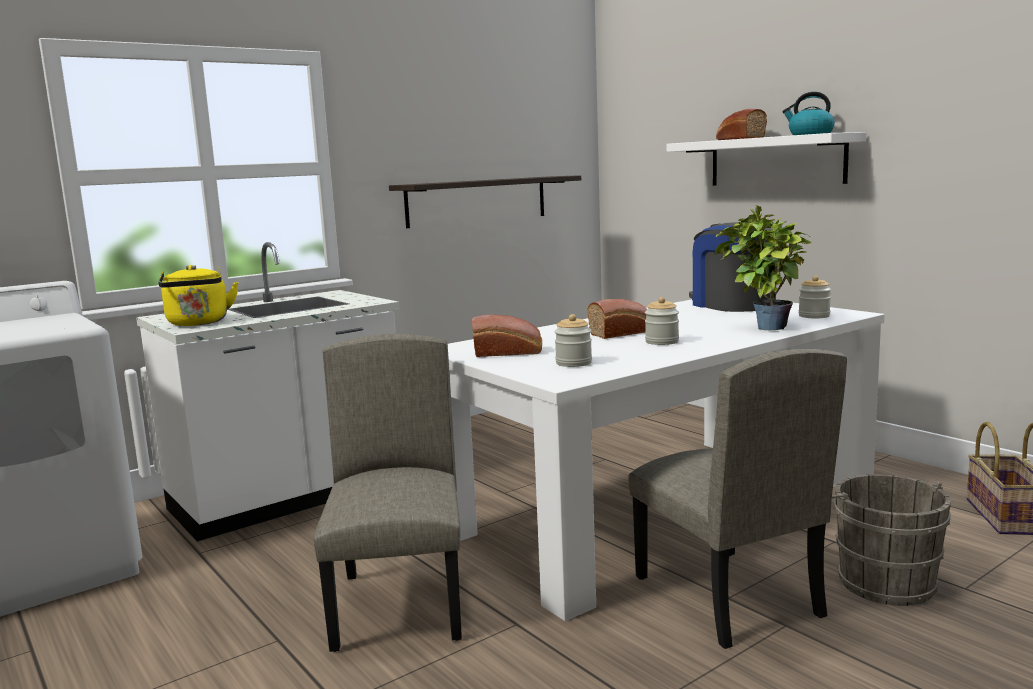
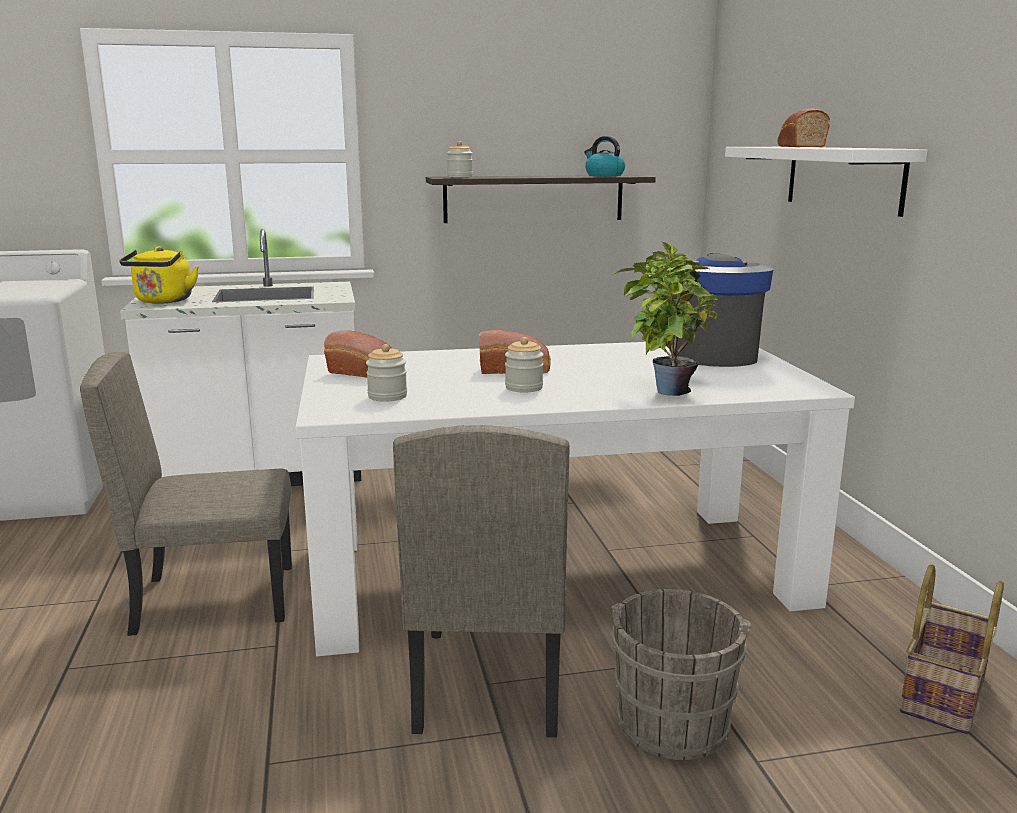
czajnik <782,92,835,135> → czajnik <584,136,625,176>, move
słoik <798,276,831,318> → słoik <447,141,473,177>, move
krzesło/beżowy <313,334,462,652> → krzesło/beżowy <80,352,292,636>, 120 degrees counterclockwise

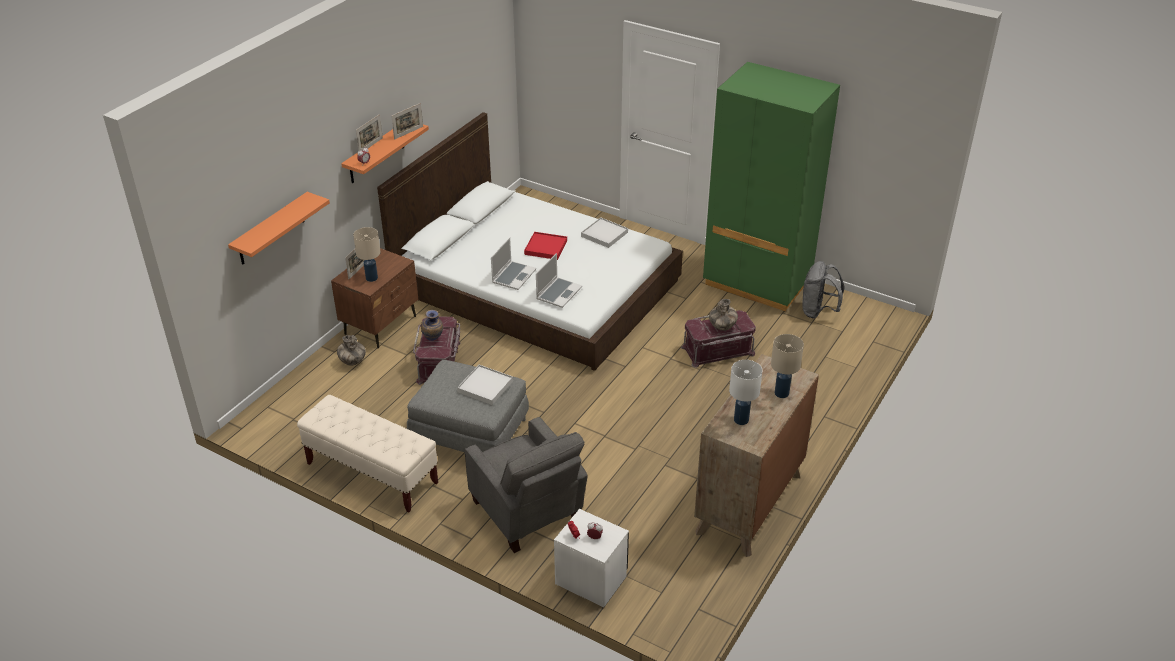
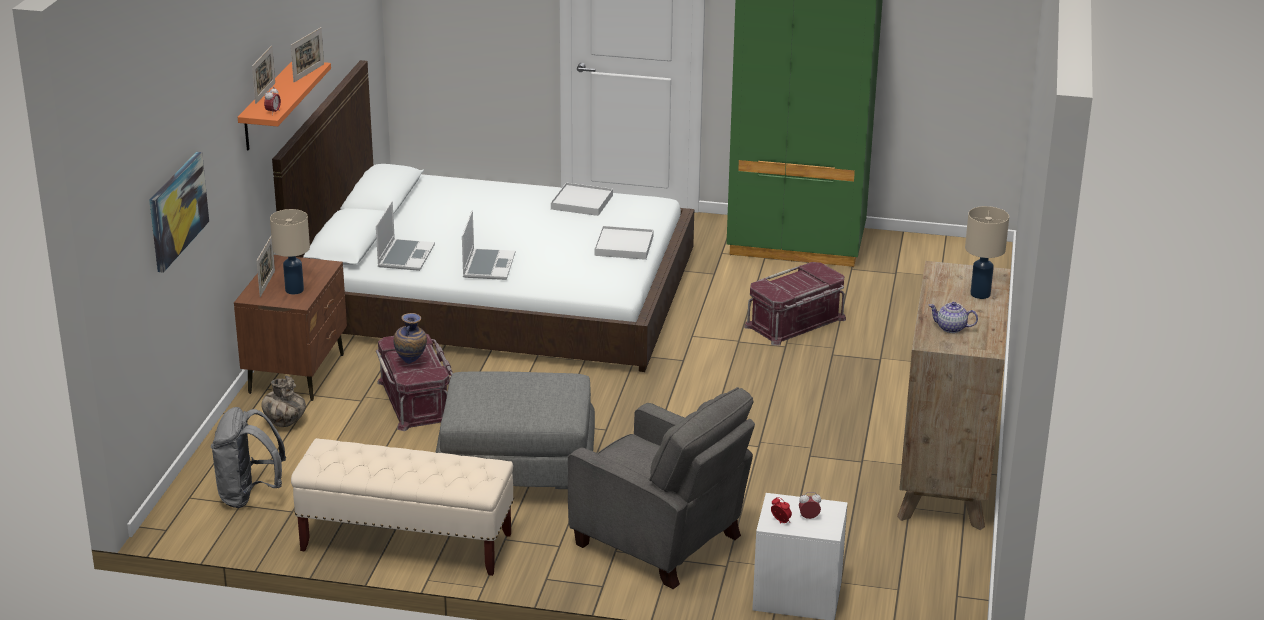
taca/czerwony <524,232,567,260> → -
wazon <709,299,738,331> → -
taca/biały <457,365,513,405> → taca/biały <594,226,653,260>, move
laptop <536,253,582,308> → laptop <376,201,435,271>, move
plecak/szary <802,261,844,318> → plecak/szary <211,407,286,508>, move
półka/pomarańczowy <228,192,330,265> → obraz <149,152,209,273>
lampa stołowa/biały <729,360,762,425> → imbryk <928,302,978,333>

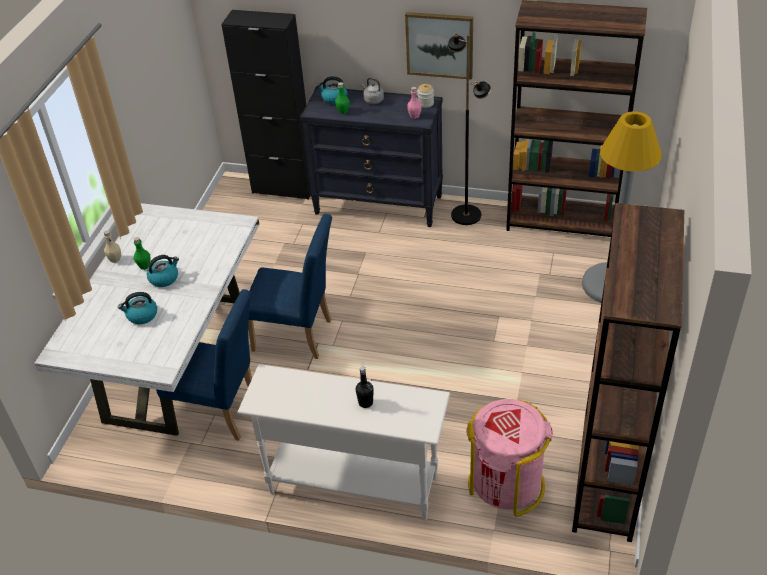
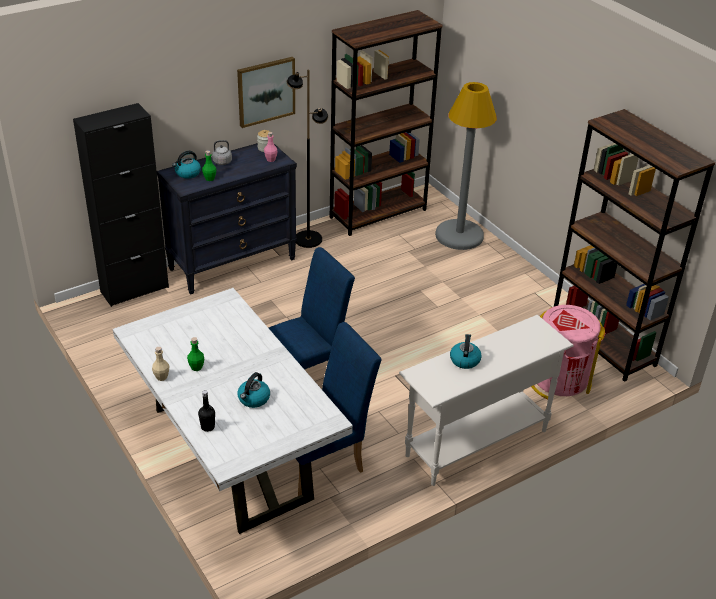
czajnik <147,255,179,287> → czajnik <450,334,482,369>, move
butelka/czarny <356,366,374,408> → butelka/czarny <198,390,215,432>, move

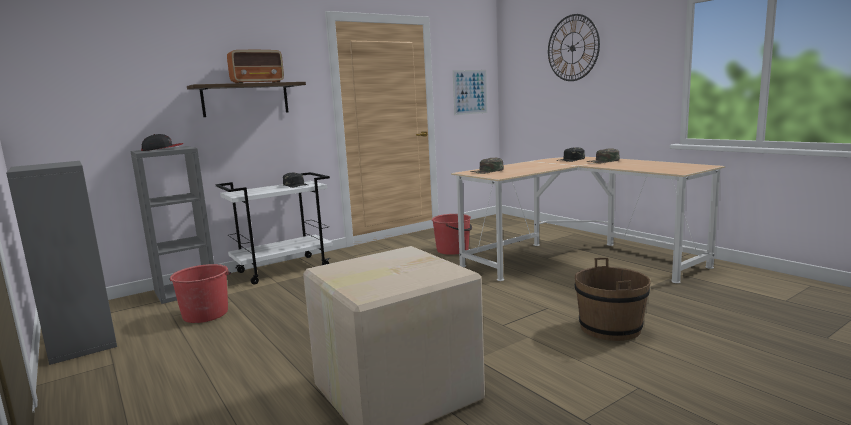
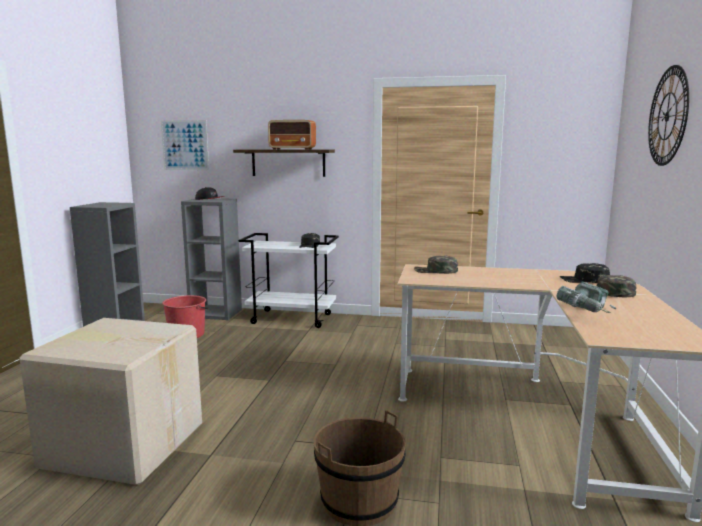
wiadro/czerwony <432,214,472,255> → -
- → wiertarka <556,282,616,313>
obraz <453,70,487,115> → obraz <161,120,209,170>, move

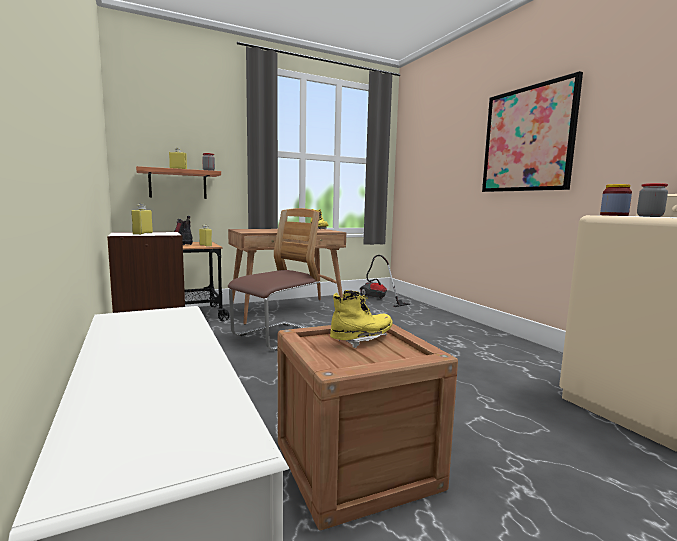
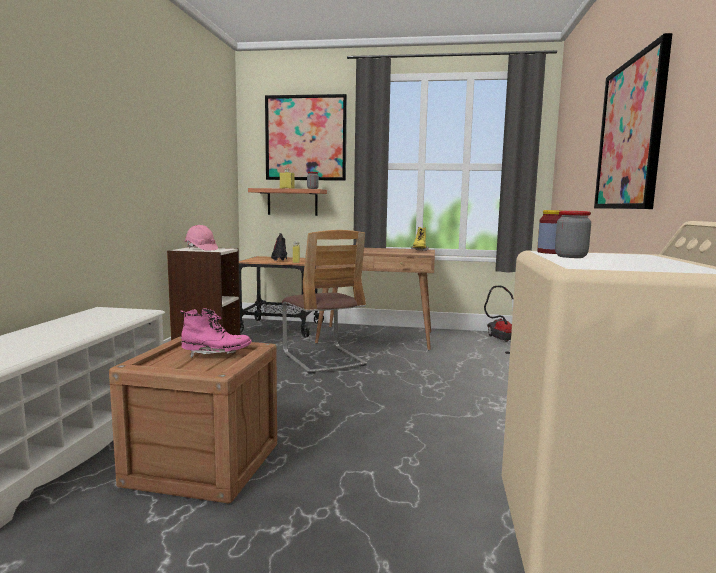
- → obraz <265,94,347,181>
butelka/żółty <131,204,153,235> → kask/różowy <184,225,218,251>
but z cholewką/żółty <330,290,393,348> → but z cholewką/różowy <180,308,252,358>
krzesło <228,208,320,351> → krzesło <282,230,367,374>, 75 degrees clockwise

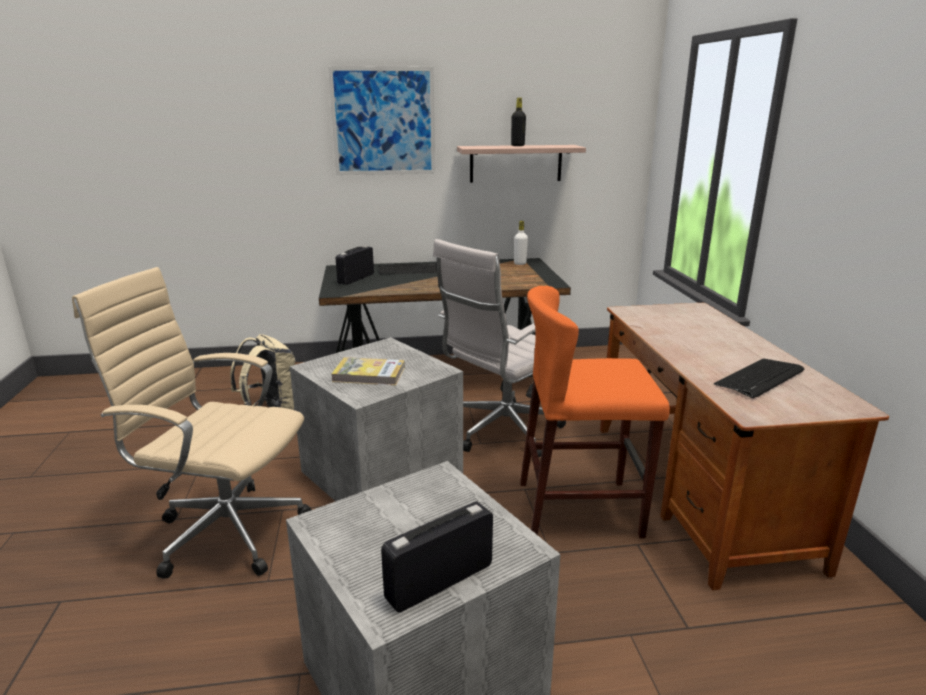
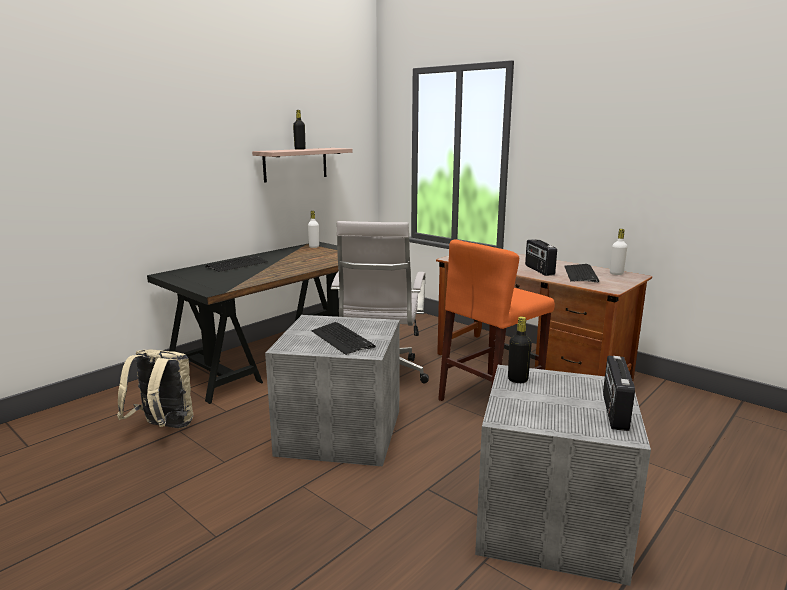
krzesło biurowe/beżowy <72,267,312,579> → -
obraz <328,66,435,175> → -
- → butelka/czarny <508,317,532,383>
- → butelka/biały <610,229,627,275>
radio <336,246,374,285> → radio <525,239,557,276>, move
książka <332,357,405,385> → klawiatura <311,322,376,355>

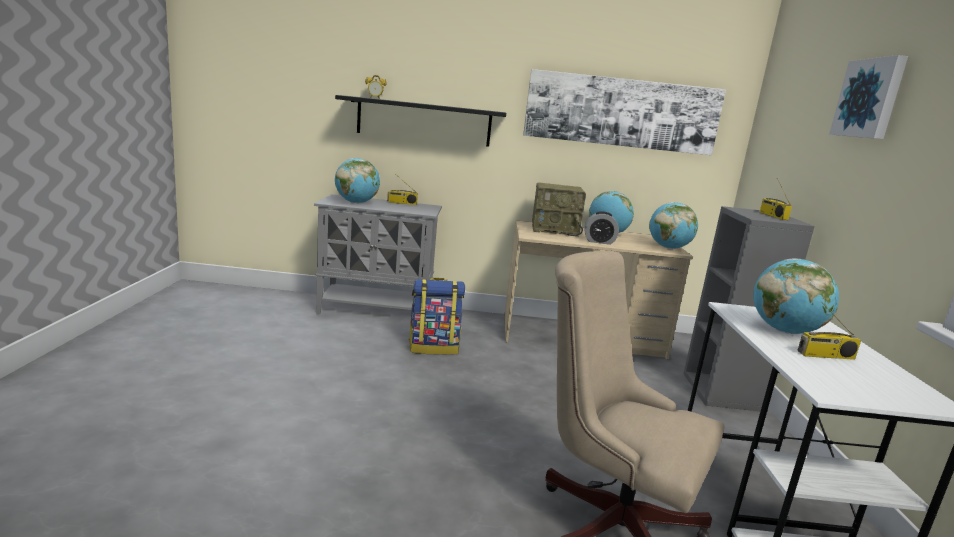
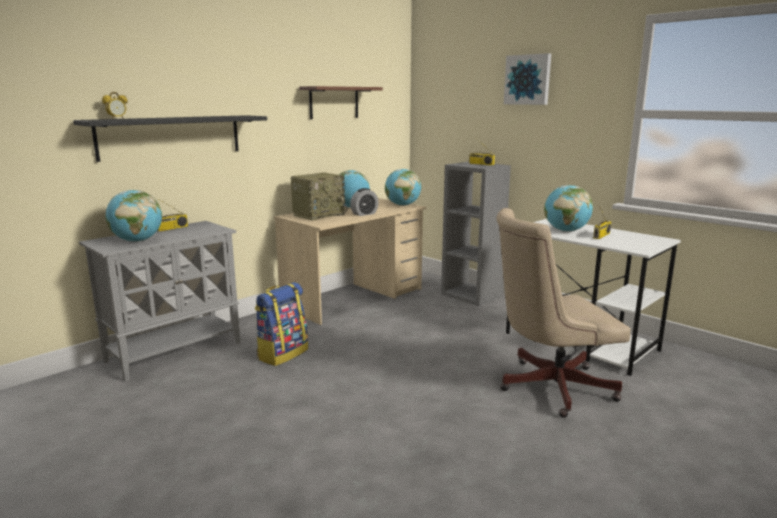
obraz <523,69,726,155> → półka/brązowy <299,86,383,120>

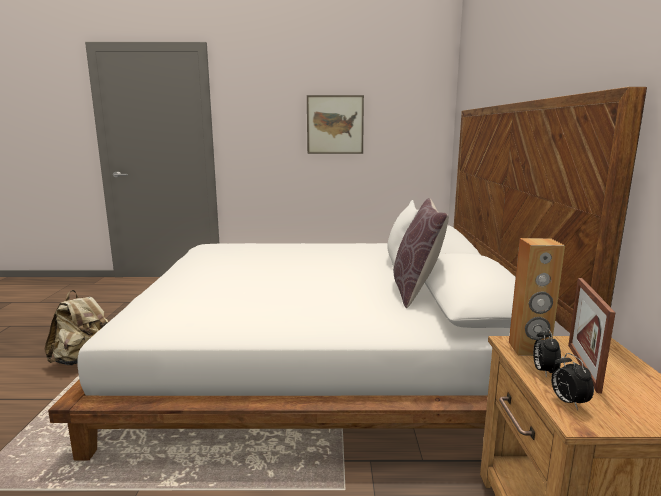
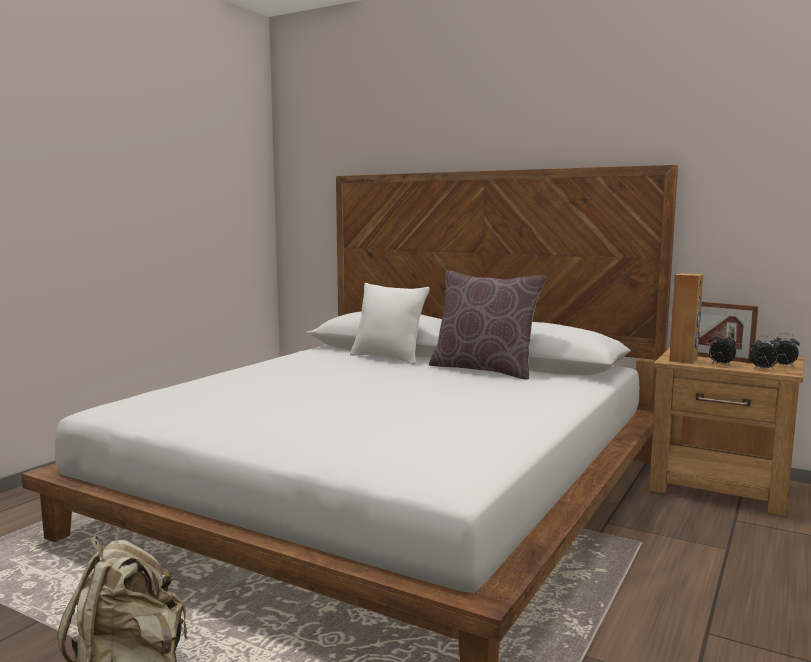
obraz <307,95,364,154> → -
- → budzik <771,333,800,367>

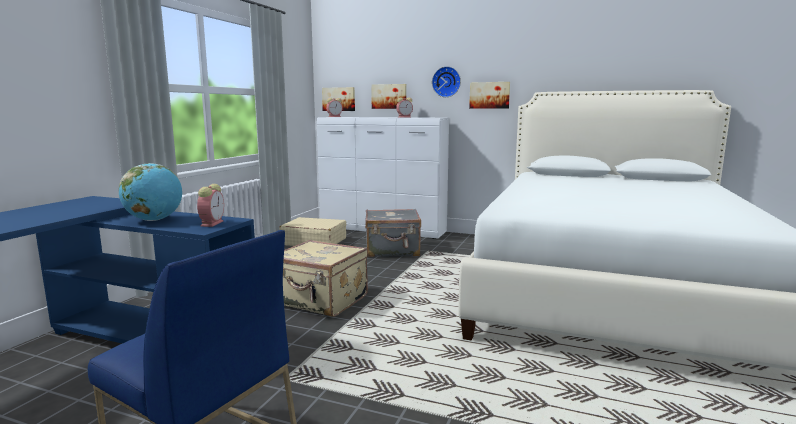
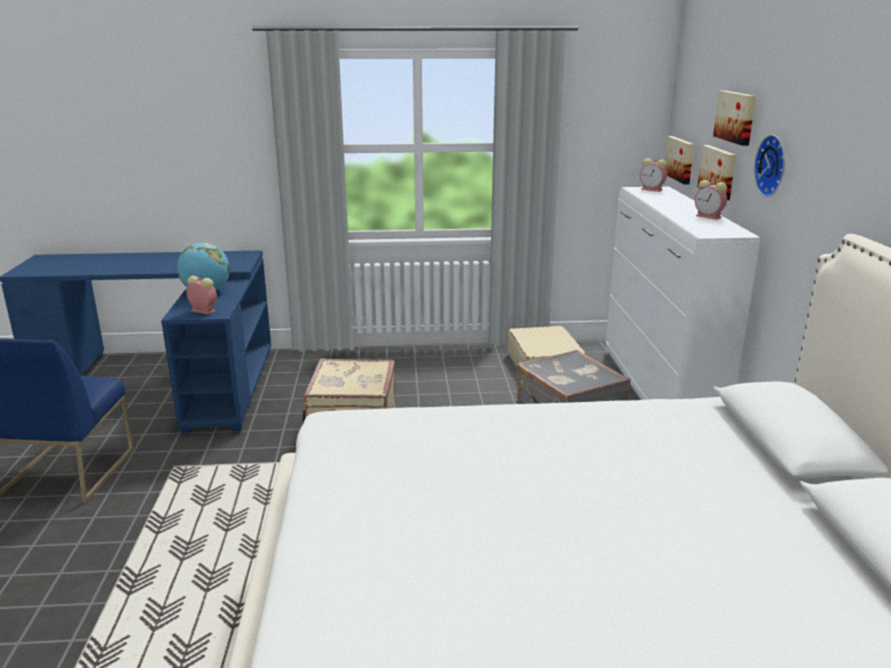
obraz <469,82,510,109> → obraz <713,90,756,146>, move
budzik <197,184,224,227> → budzik <187,276,217,315>, 135 degrees counterclockwise

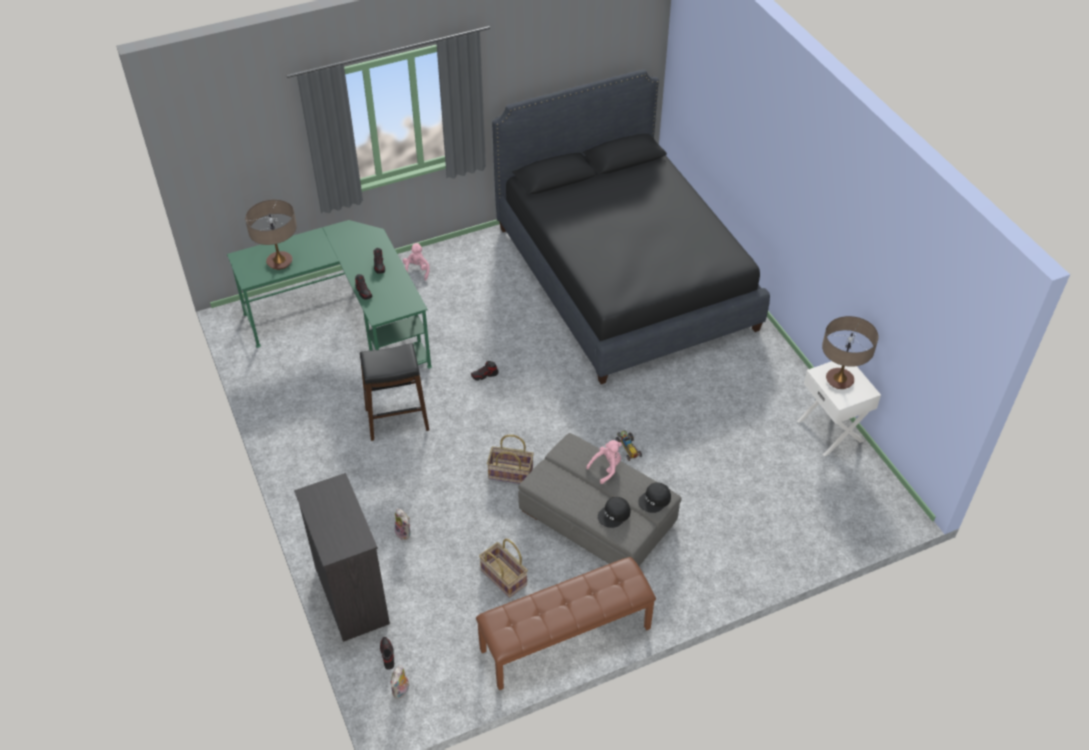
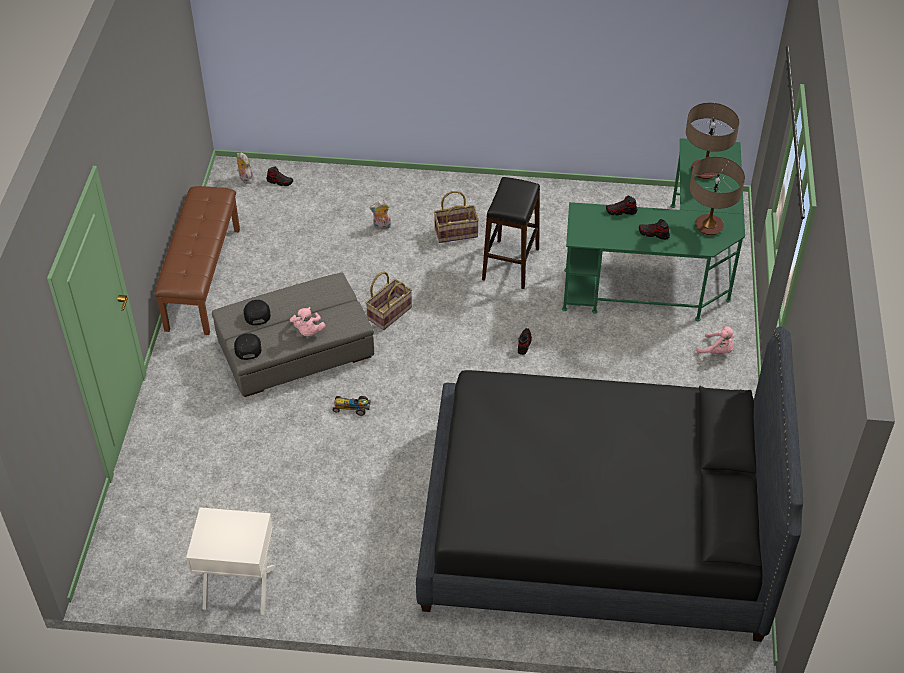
komoda/czarny <294,473,390,642> → -
koszyk <479,539,528,598> → koszyk <434,191,479,243>, move
lampa stołowa <822,316,879,389> → lampa stołowa <690,157,745,235>, move

